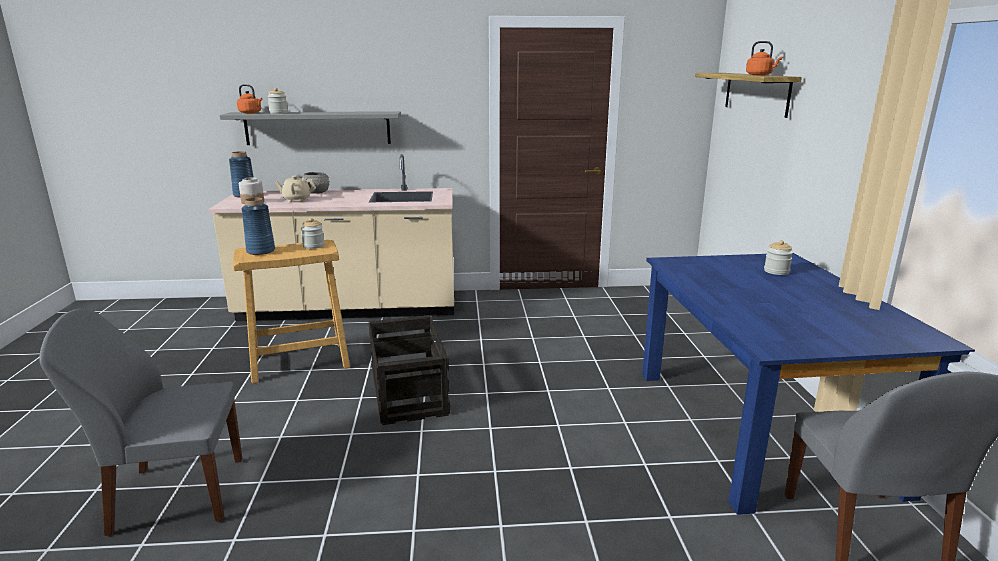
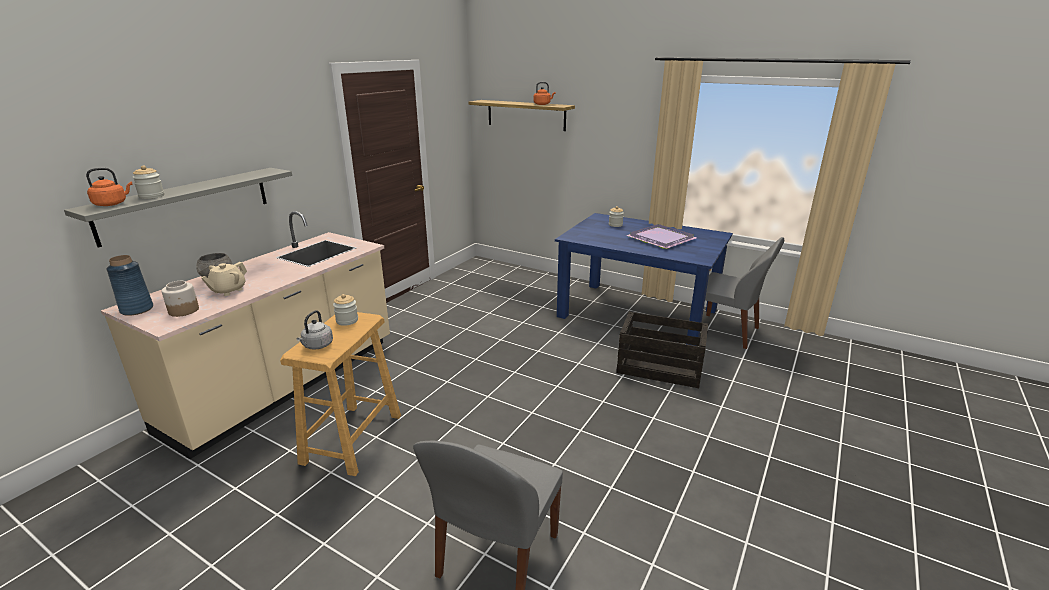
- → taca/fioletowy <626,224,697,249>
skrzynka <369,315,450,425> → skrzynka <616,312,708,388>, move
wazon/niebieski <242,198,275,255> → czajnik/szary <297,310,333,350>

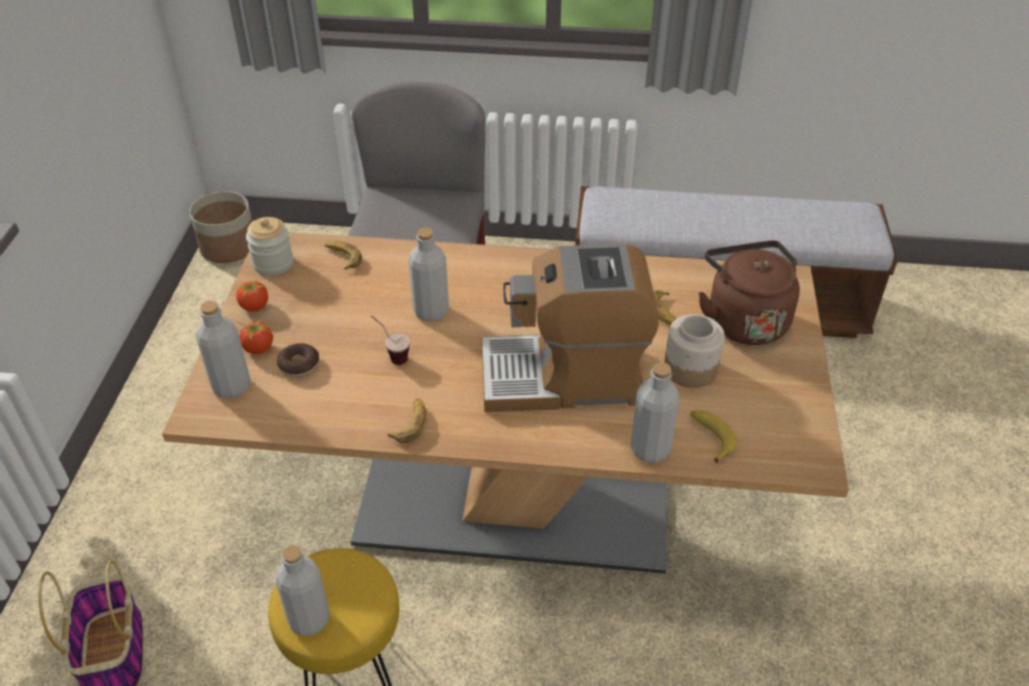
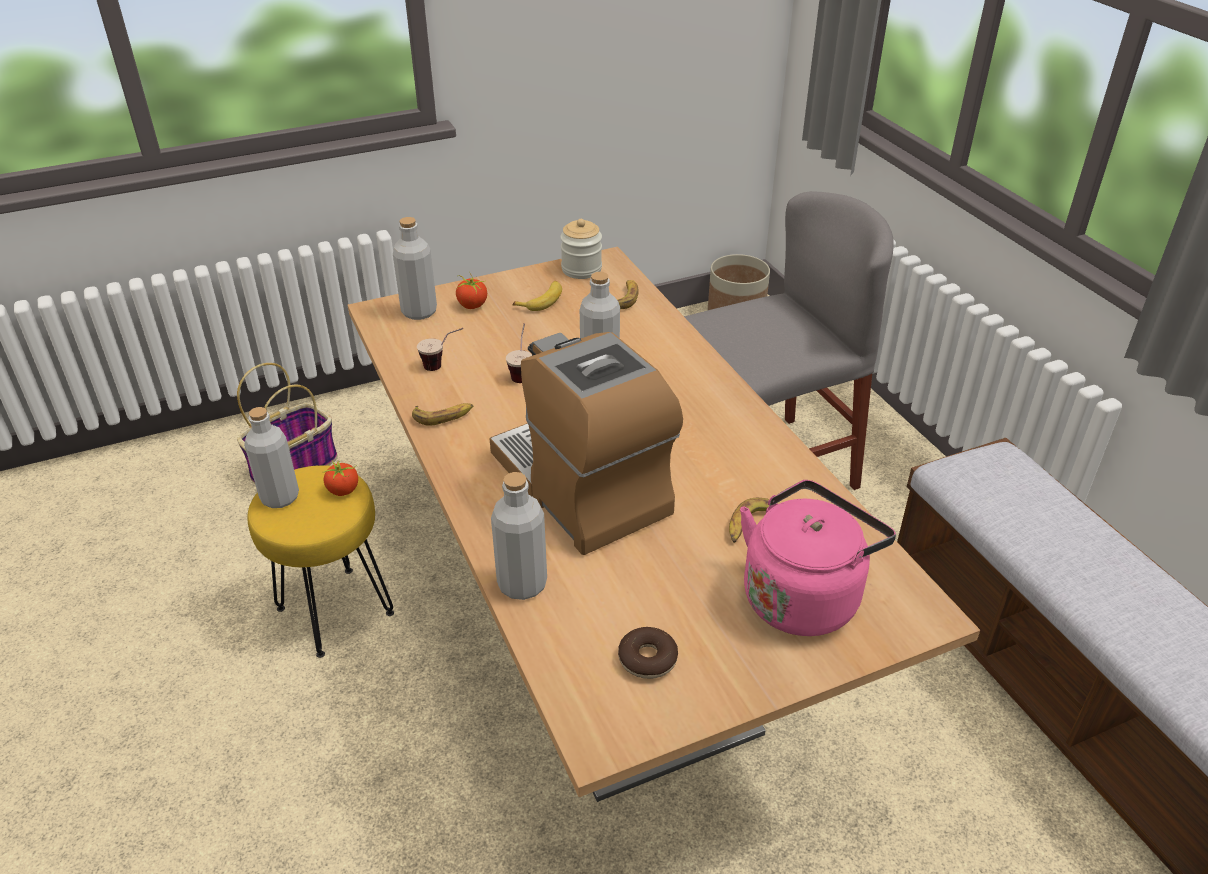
słoik <664,314,725,388> → -
- → filiżanka <417,328,463,371>
pomidor <234,277,268,312> → pomidor <324,461,358,496>, move
donut <277,343,319,377> → donut <618,627,678,679>, move
banan <690,410,737,463> → banan <513,281,562,311>, move
czajnik/brązowy <698,240,800,345> → czajnik/różowy <740,480,896,636>

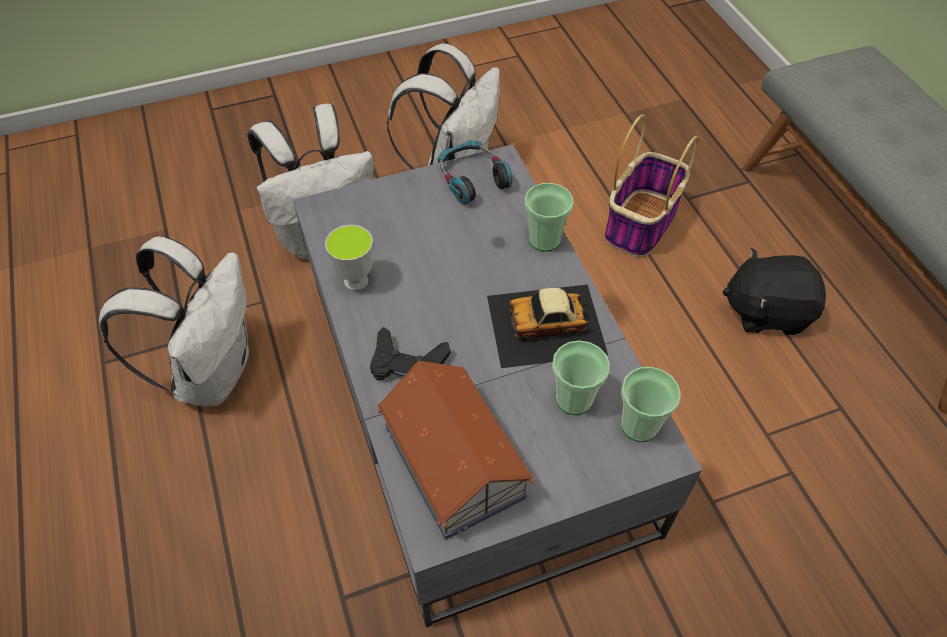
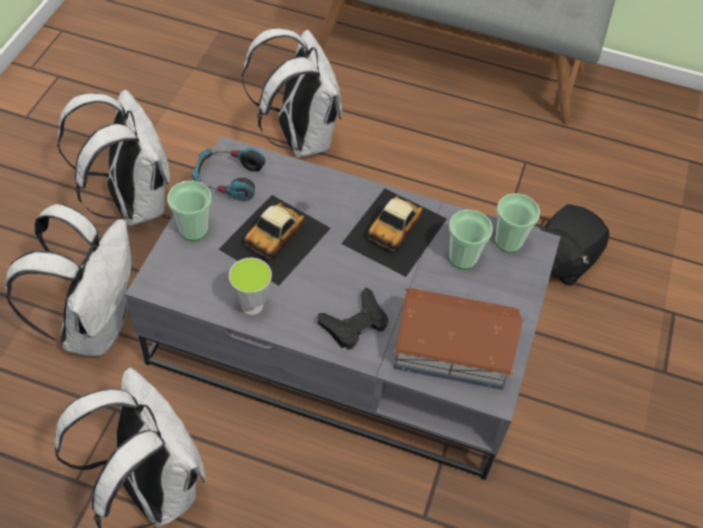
- → samochodzik <219,195,331,286>
filiżanka <525,183,574,252> → filiżanka <168,181,211,241>, move
pluszak/czarny <723,248,826,335> → pluszak/czarny <534,204,609,286>, move
koszyk <604,114,699,257> → plecak/biały <242,28,342,157>

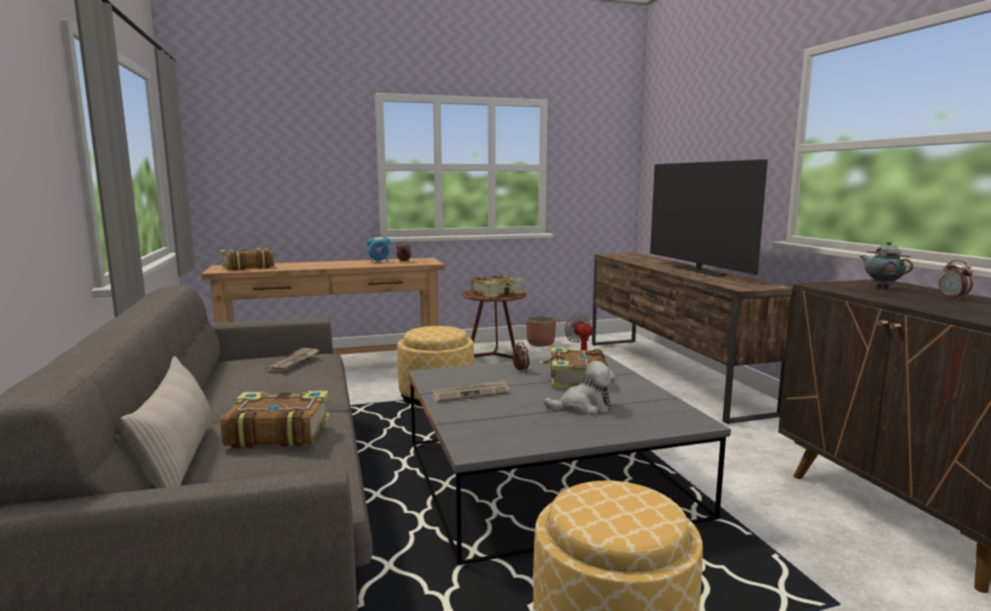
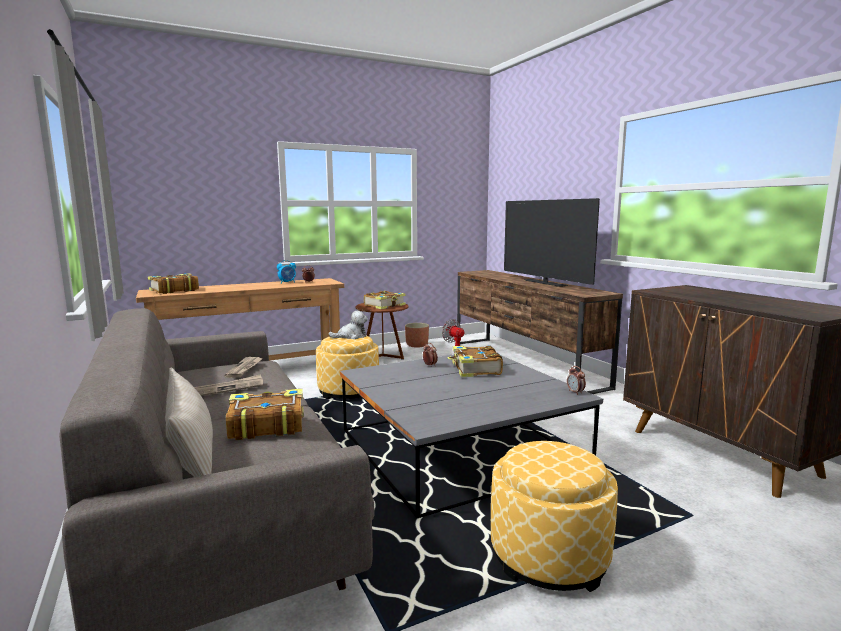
imbryk <860,241,913,289> → -
gazeta <431,379,510,402> → gazeta <194,374,263,396>, move
pluszak <544,361,615,415> → pluszak <328,311,368,339>, move
budzik <939,260,973,300> → budzik <567,366,586,395>, move

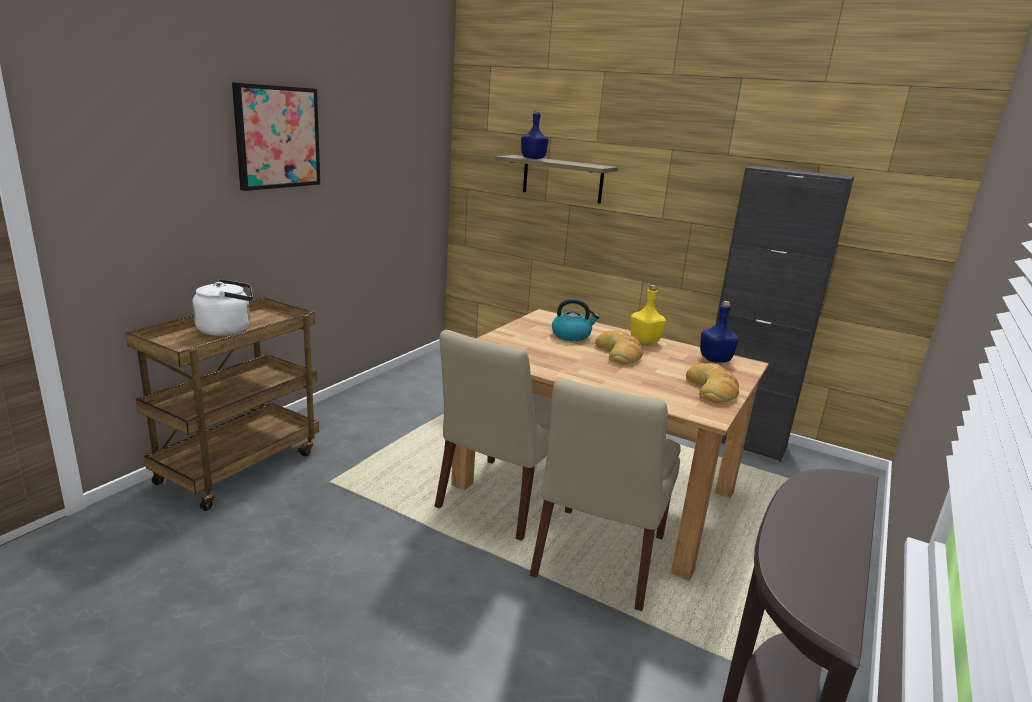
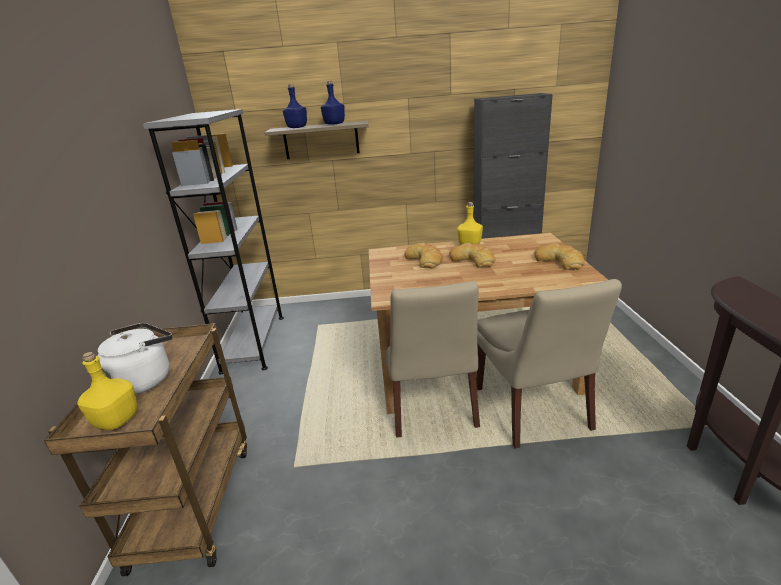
obraz <232,82,320,191> → -
- → butelka/żółty <77,352,137,430>
- → regał/szary <143,109,284,375>
butelka/niebieski <700,301,739,363> → butelka/niebieski <321,81,345,125>, move
czajnik <552,299,600,341> → chleb <404,243,443,268>

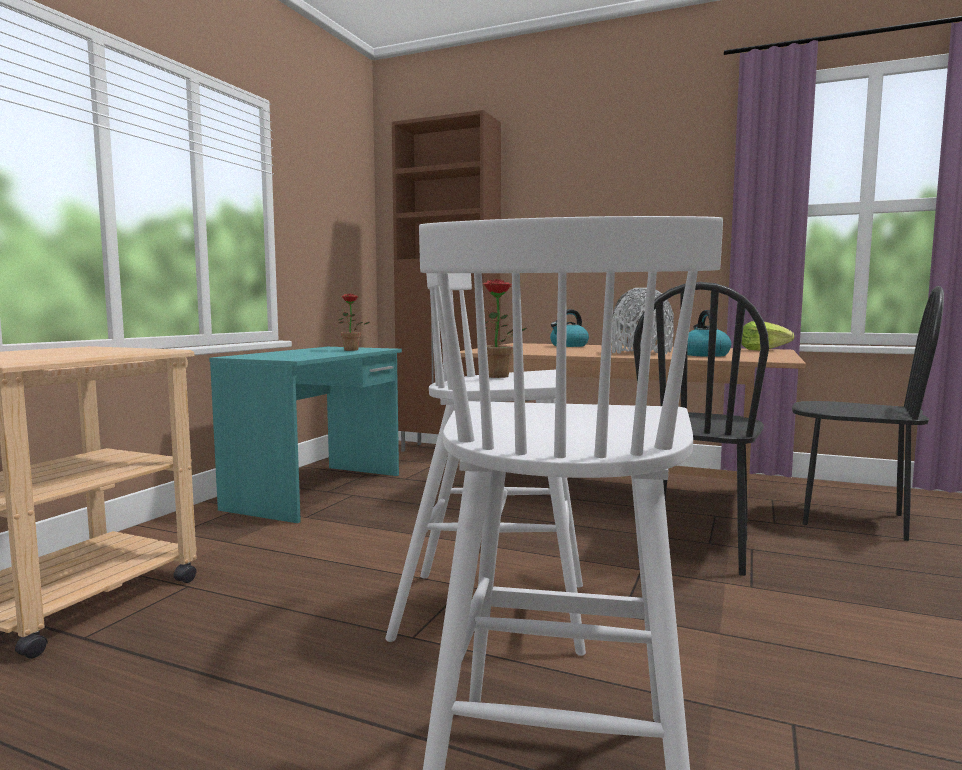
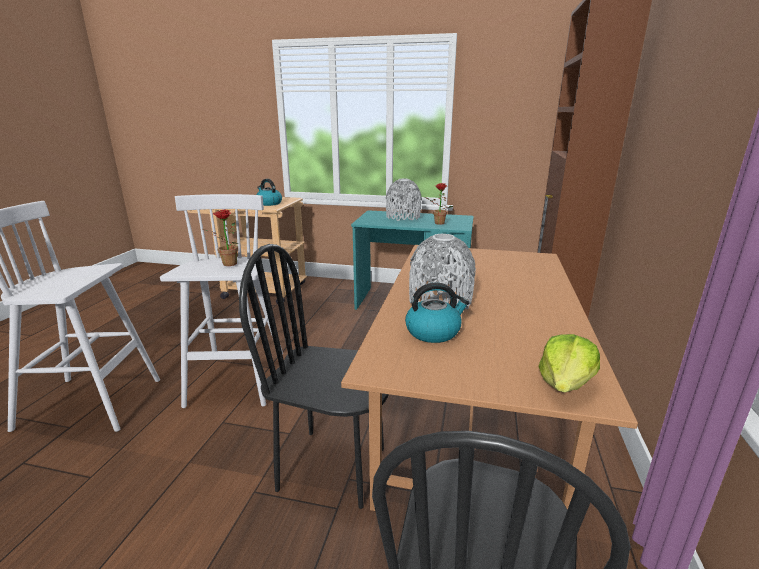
- → wazon/szary <386,179,422,221>
czajnik <550,309,589,347> → czajnik <257,179,282,206>, move

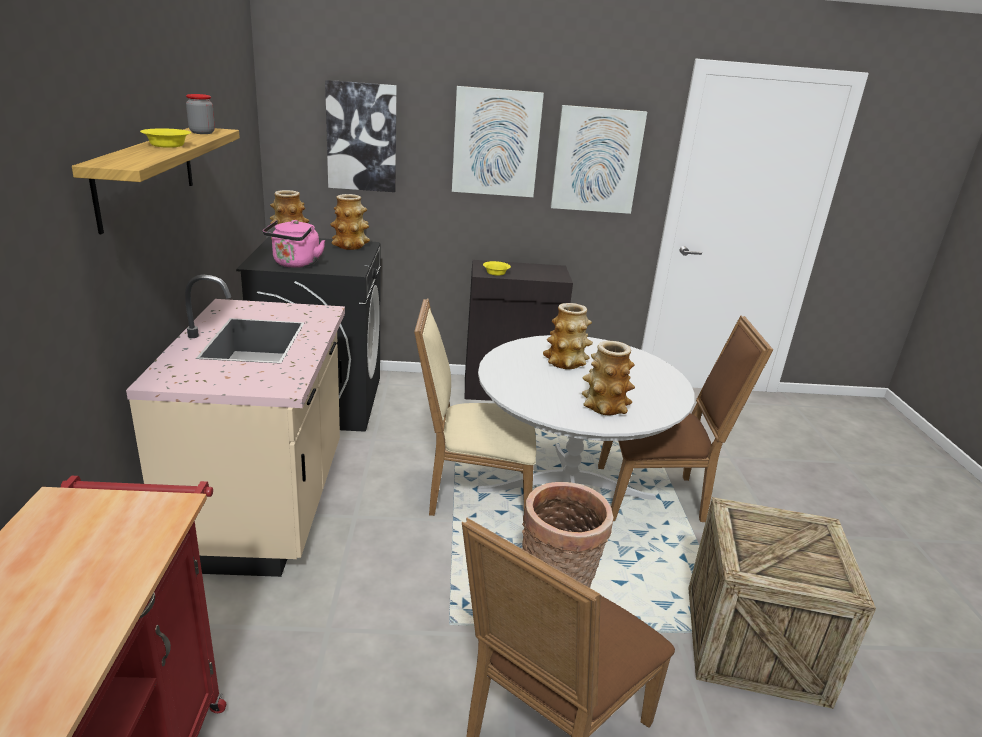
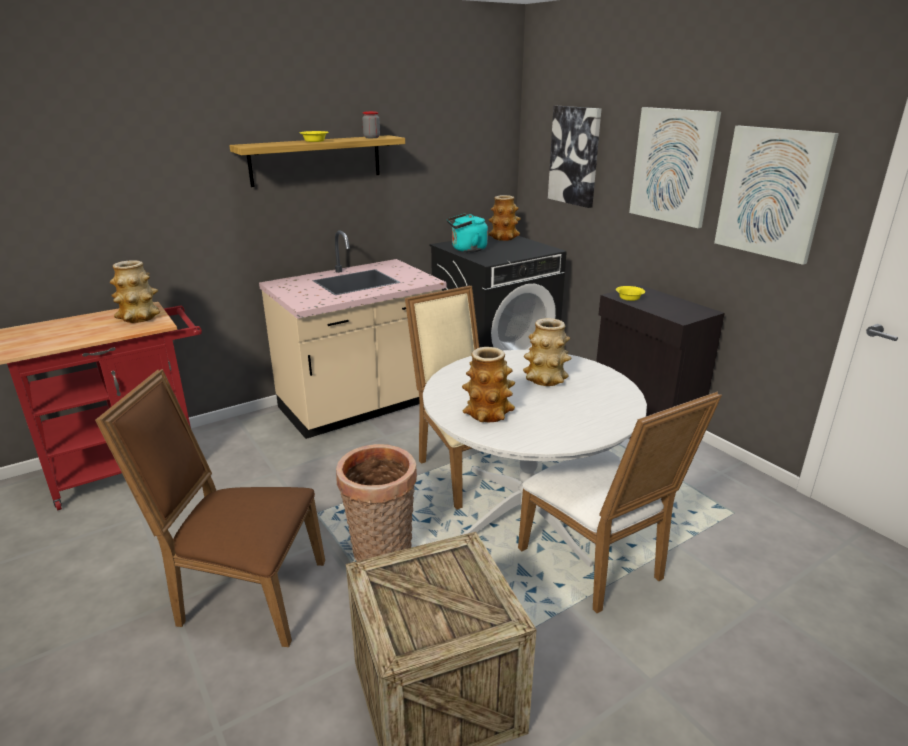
wazon <330,194,370,250> → wazon <110,260,160,323>, move
czajnik/różowy <263,220,326,268> → czajnik/turkusowy <447,213,488,252>
krzesło/brązowy <598,315,773,522> → krzesło/biały <518,392,722,613>

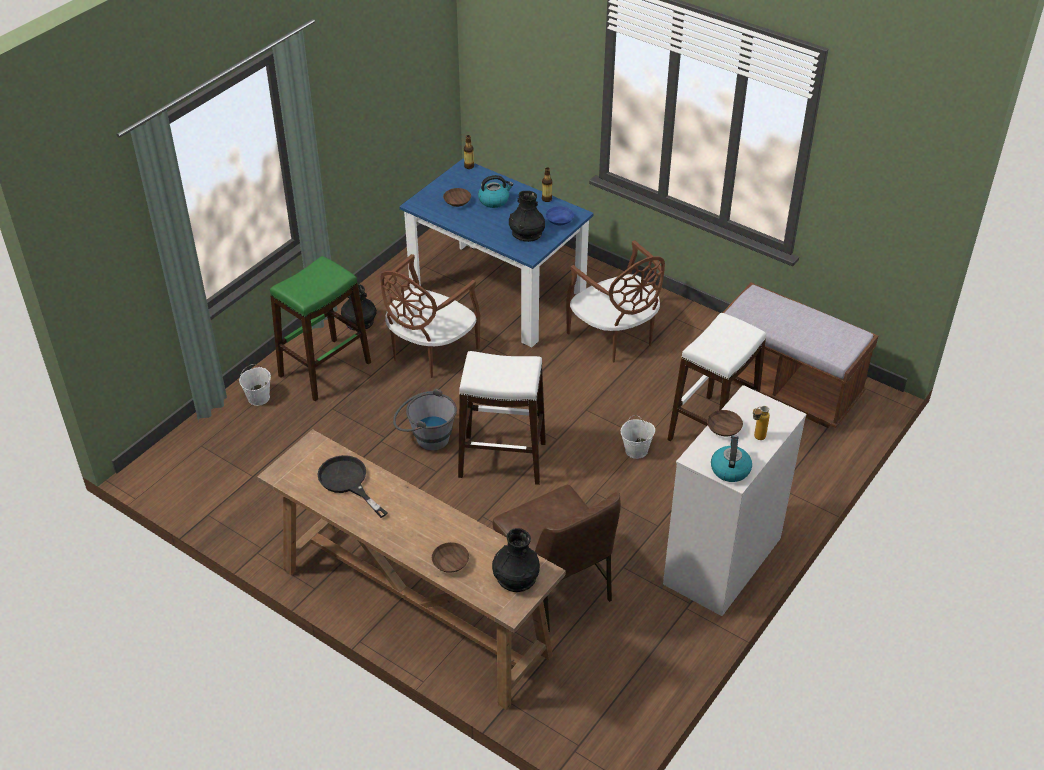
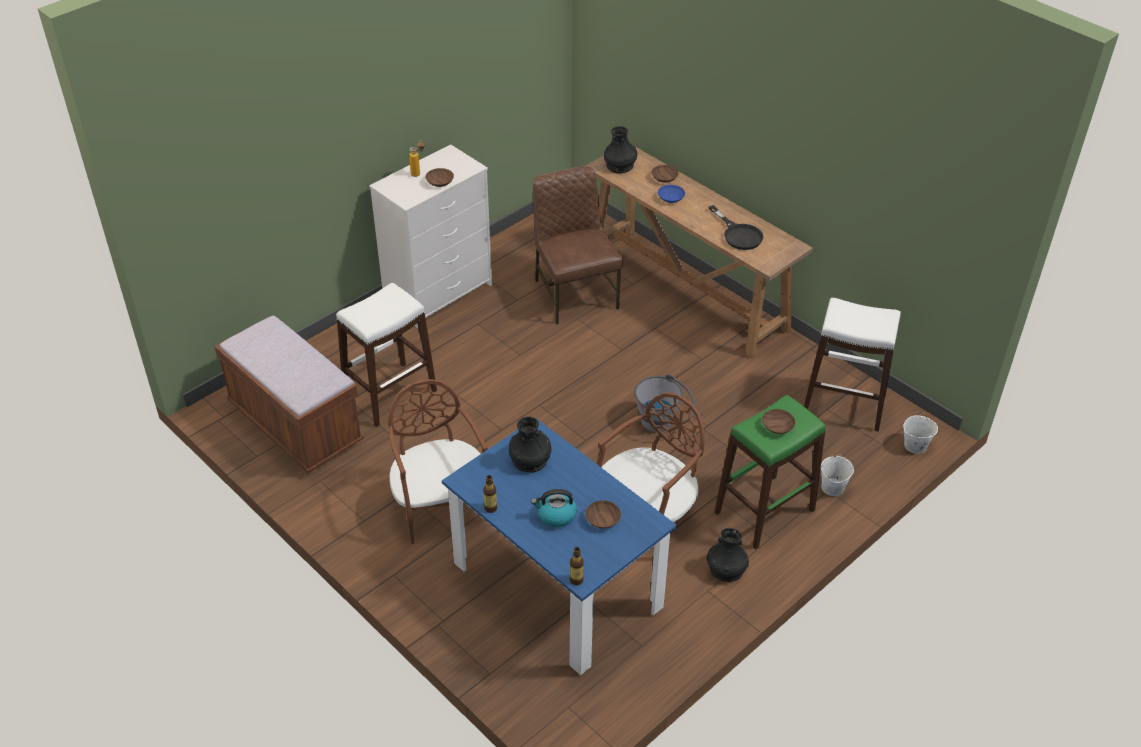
czajnik <711,435,752,482> → -
- → miska/brązowy <762,409,795,434>
stołek/biały <458,351,546,485> → stołek/biały <804,298,901,432>, move
miska/niebieski <546,206,574,225> → miska/niebieski <658,185,685,203>, move
wiadro/biały <621,415,655,459> → wiadro/biały <903,412,938,454>, move

